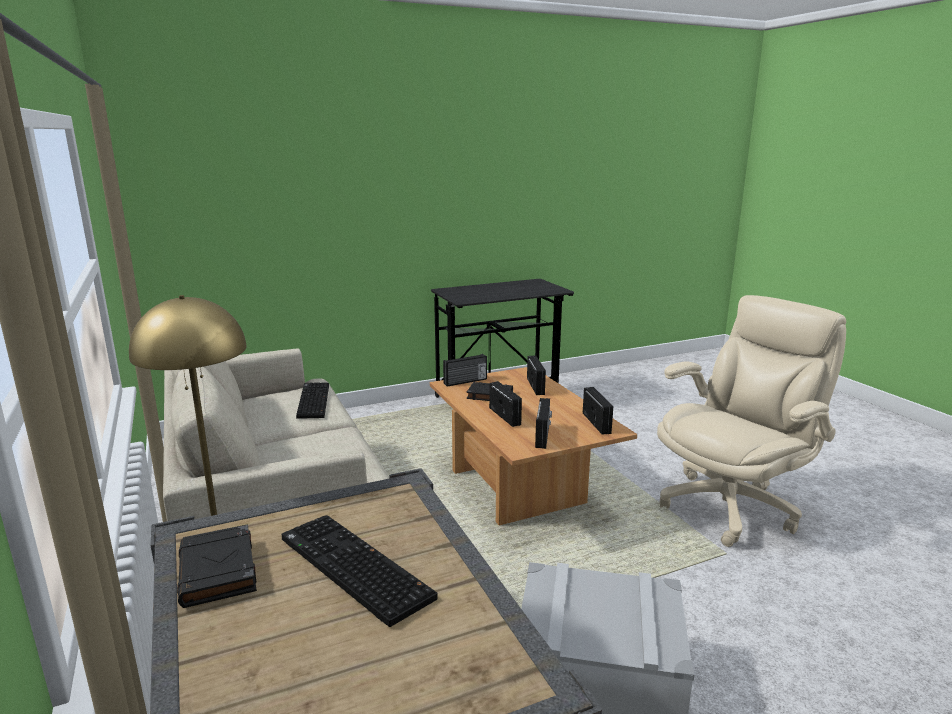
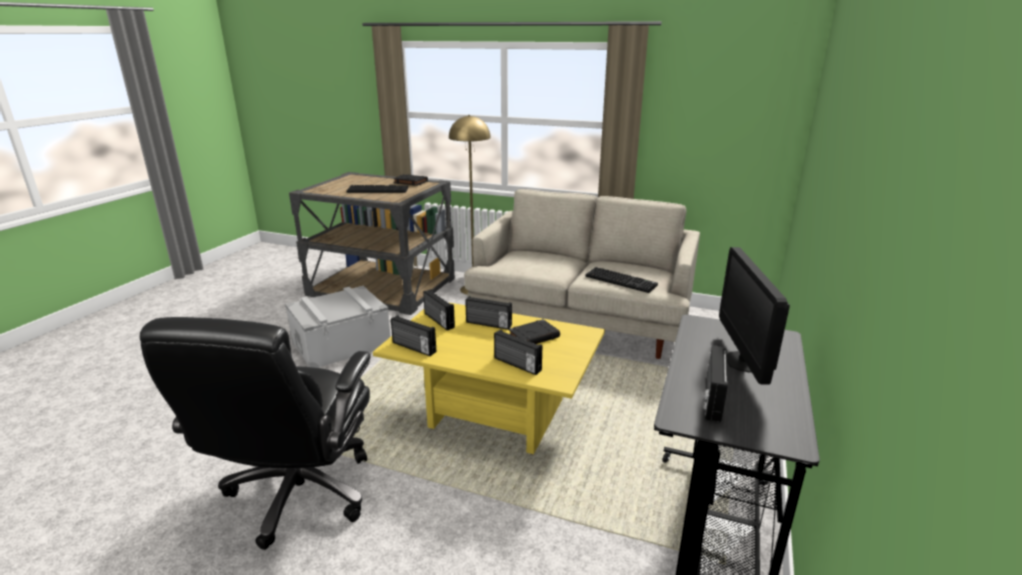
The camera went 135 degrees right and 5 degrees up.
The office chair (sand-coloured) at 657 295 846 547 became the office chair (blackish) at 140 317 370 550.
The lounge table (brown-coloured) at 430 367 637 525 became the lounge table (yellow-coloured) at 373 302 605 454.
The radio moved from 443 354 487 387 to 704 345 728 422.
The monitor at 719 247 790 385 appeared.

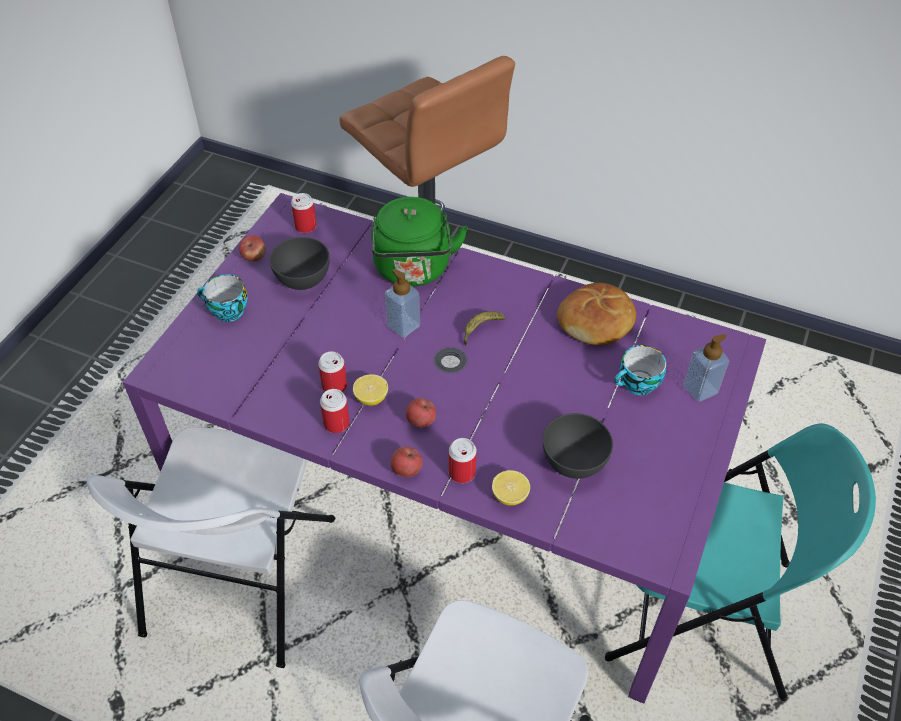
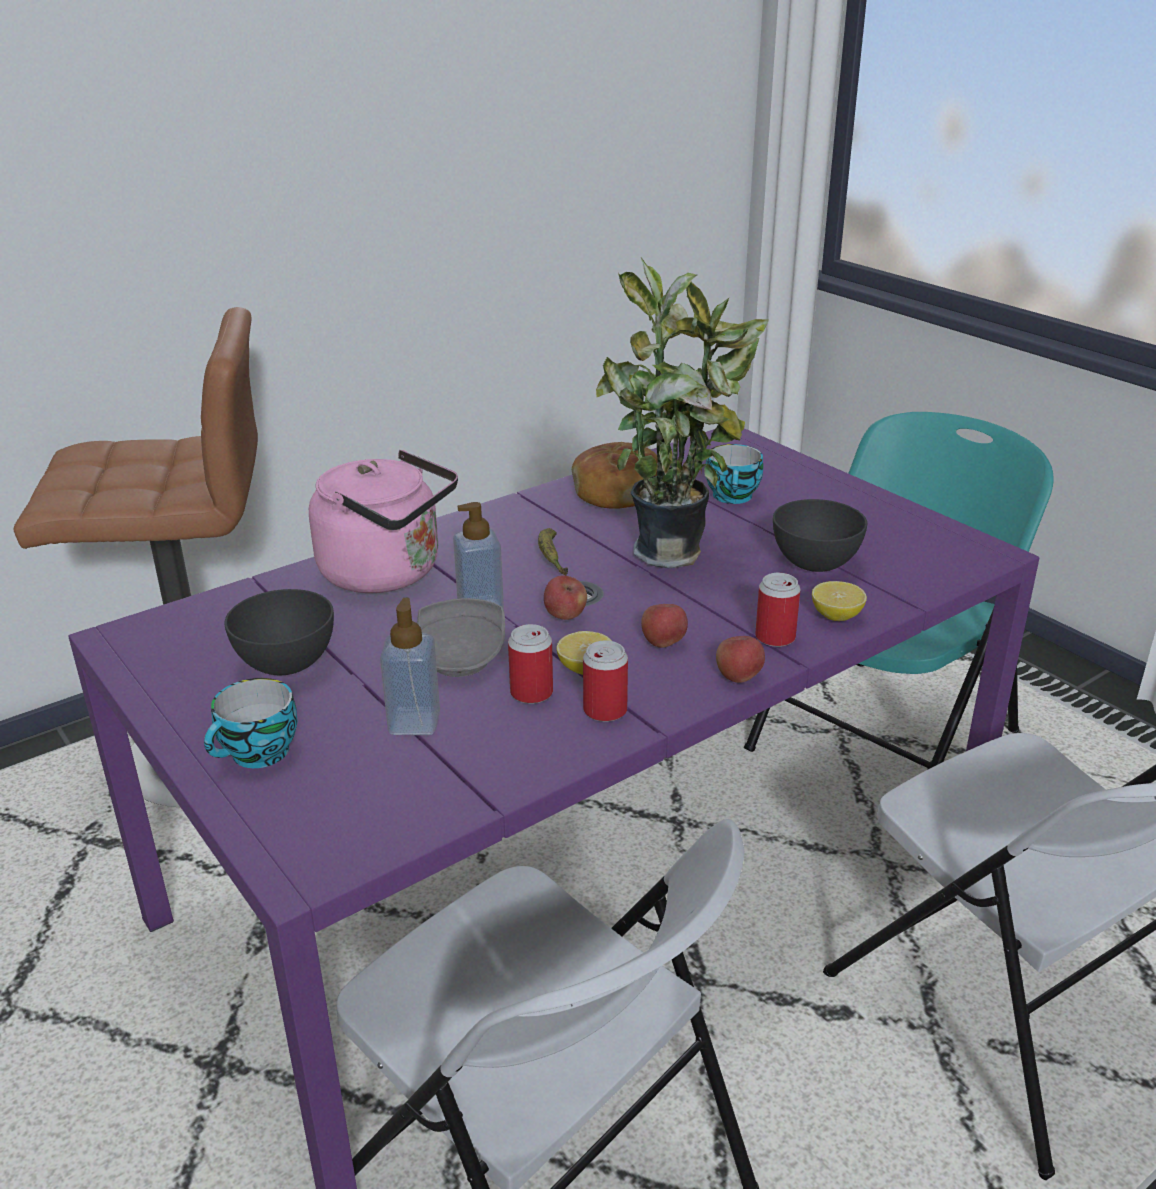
The camera went 60 degrees left and 20 degrees down.
The tea kettle (greenish) at 371 197 468 287 became the tea kettle (pink) at 309 450 458 593.
The soap dispenser moved from 683 334 729 402 to 380 598 440 735.
The plate (gray) at 417 598 505 677 appeared.
The whole apple moved from 239 235 266 262 to 544 575 587 620.
The houseplant at 596 257 769 568 appeared.
The sealed can at 291 193 317 233 disappeared.

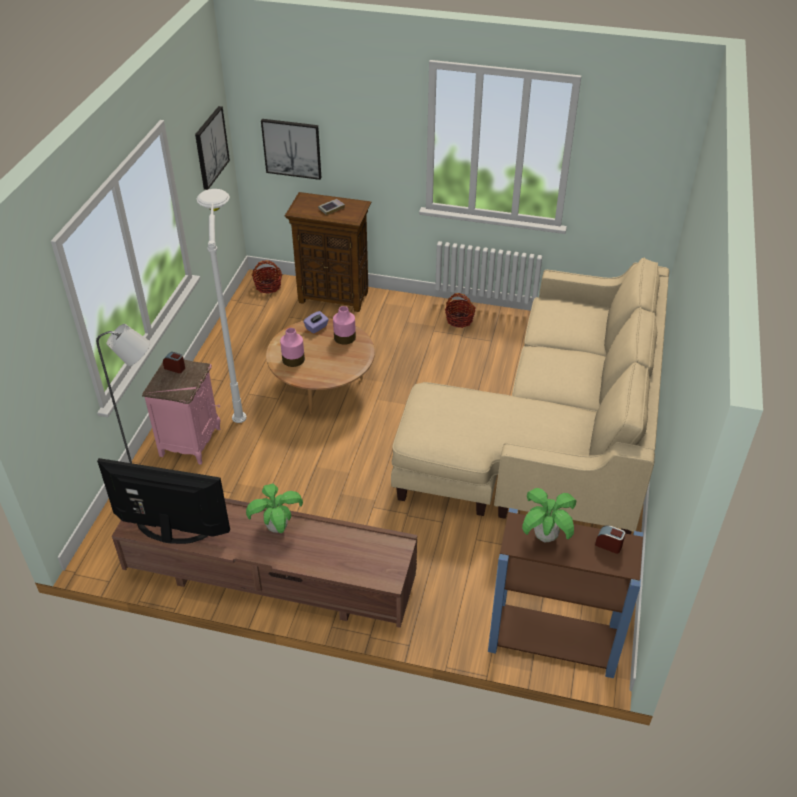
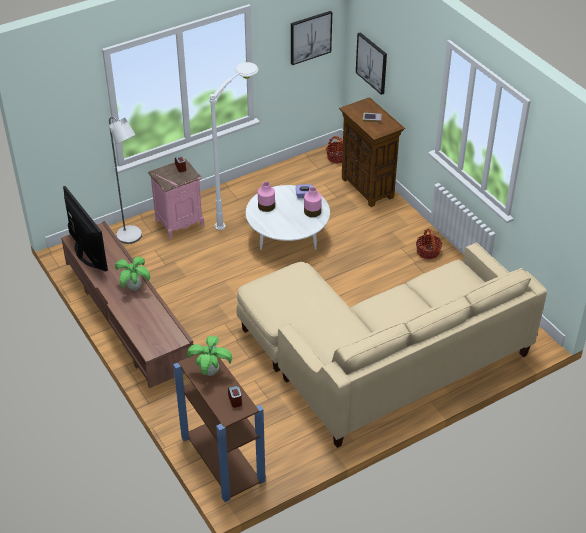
The camera went 45 degrees right and 0 degrees up.
The lounge table (brown-coloured) at 266 318 375 414 became the lounge table (whitish) at 246 185 330 250.

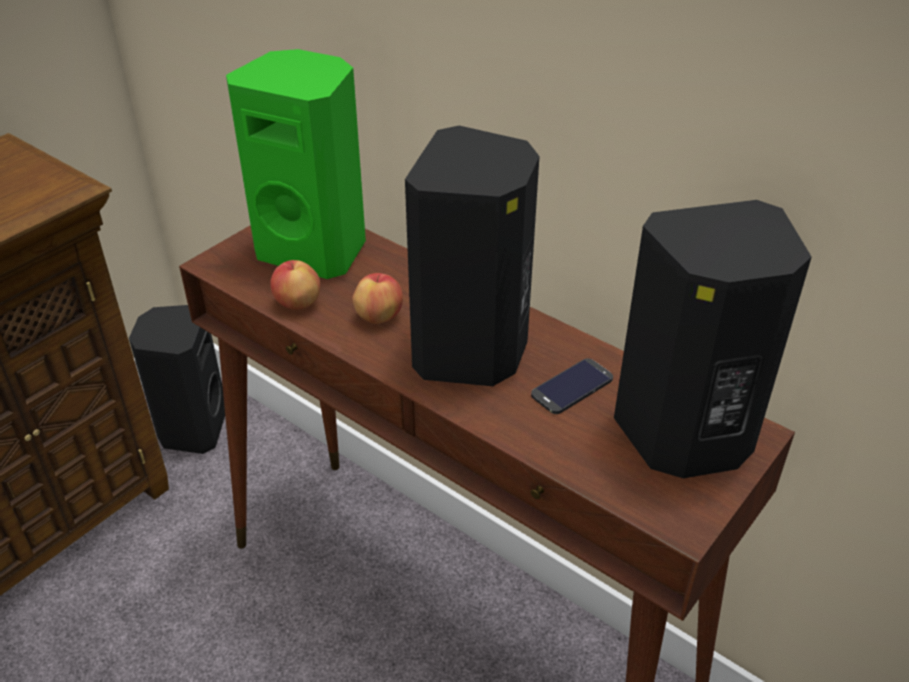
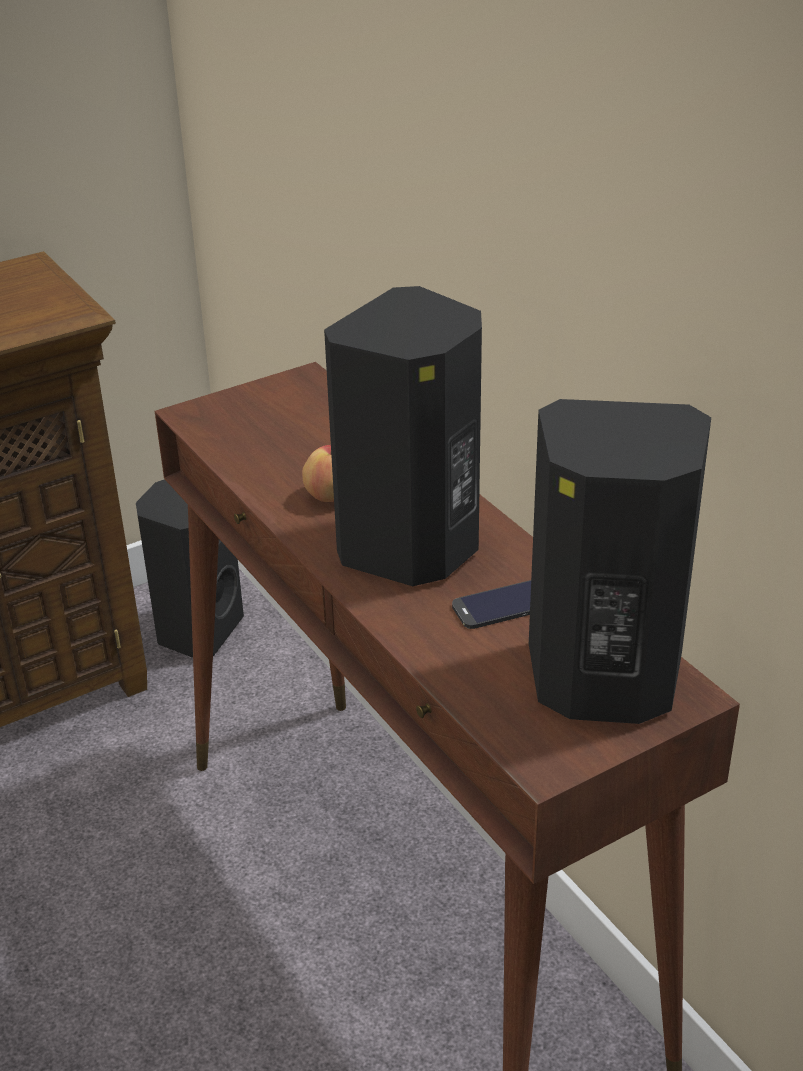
The camera went 20 degrees right and 5 degrees down.
The speaker (greenish) at 226 49 366 279 disappeared.
The whole apple at 270 260 321 310 disappeared.

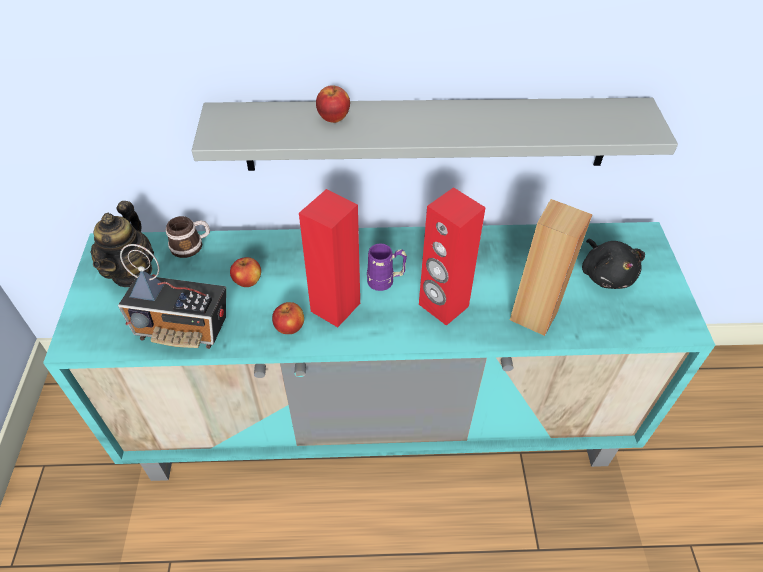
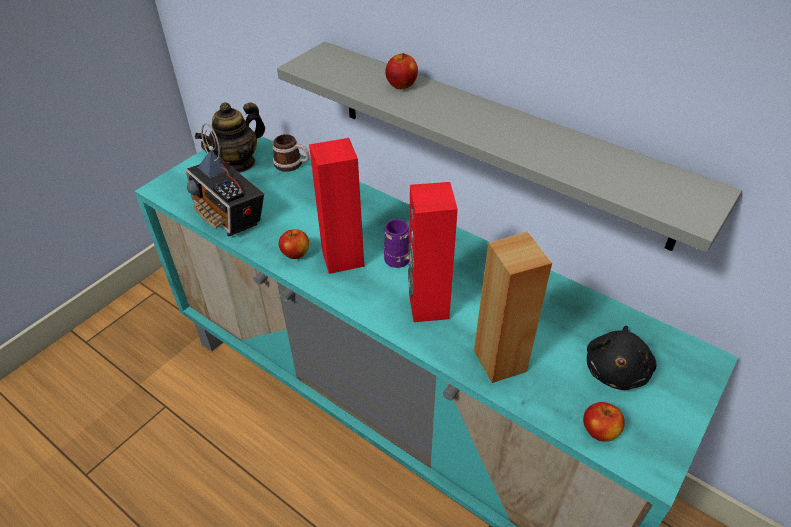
The camera went 40 degrees right and 5 degrees down.
The whole apple moved from 230 257 261 287 to 583 402 625 442.

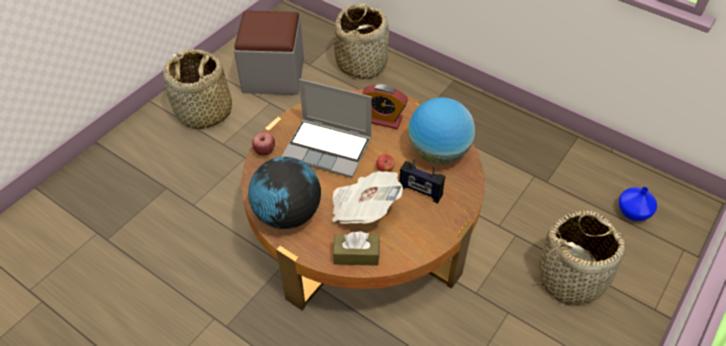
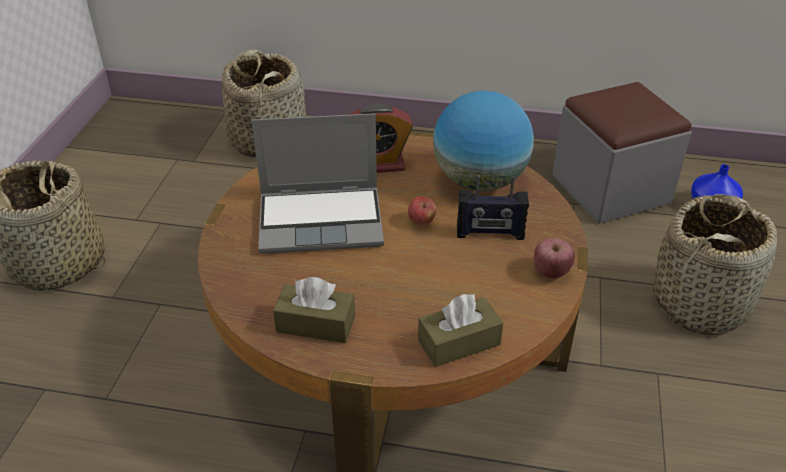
The camera went 25 degrees left and 10 degrees down.
The globe at 248 157 321 229 was replaced by the tissue box (brown-coloured) at 273 277 355 343.
The whole apple moved from 252 132 275 155 to 534 238 575 278.
The pouffe (gray) moved from 234 10 304 95 to 552 82 692 224.
The printed paper at 332 171 403 224 disappeared.

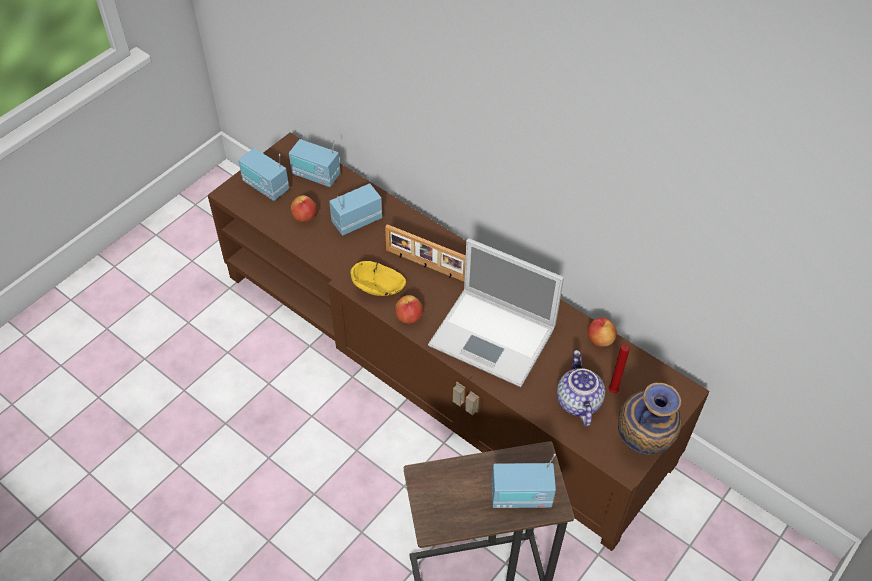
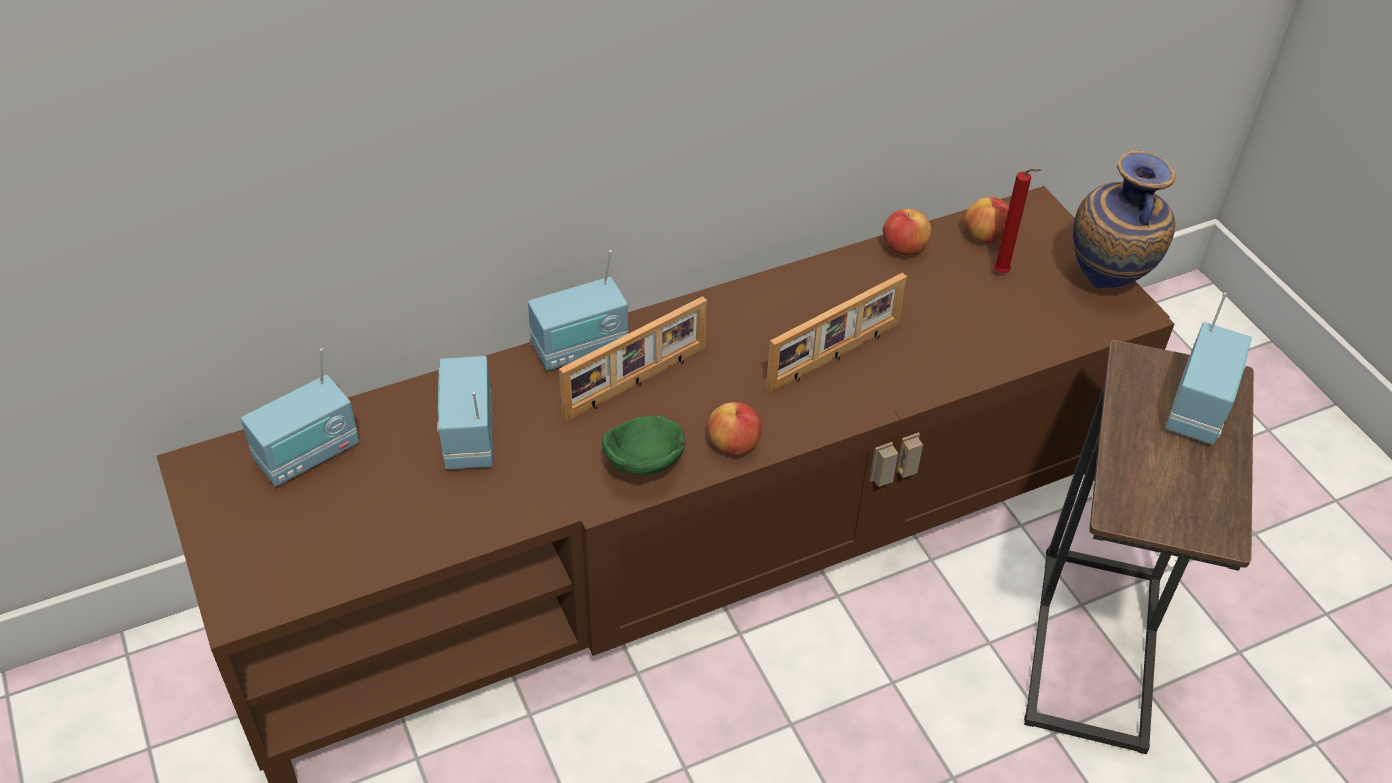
The camera went 65 degrees left and 5 degrees down.
The radio moved from 238 148 289 201 to 528 250 628 370.
The bowl (yellow-coloured) at 350 261 406 296 became the bowl (greenish) at 602 415 686 476.
The laptop at 428 238 564 387 was replaced by the picture frame at 766 273 907 393.
The whole apple moved from 291 195 317 222 to 965 197 1009 243.
The teapot at 557 350 605 426 disappeared.

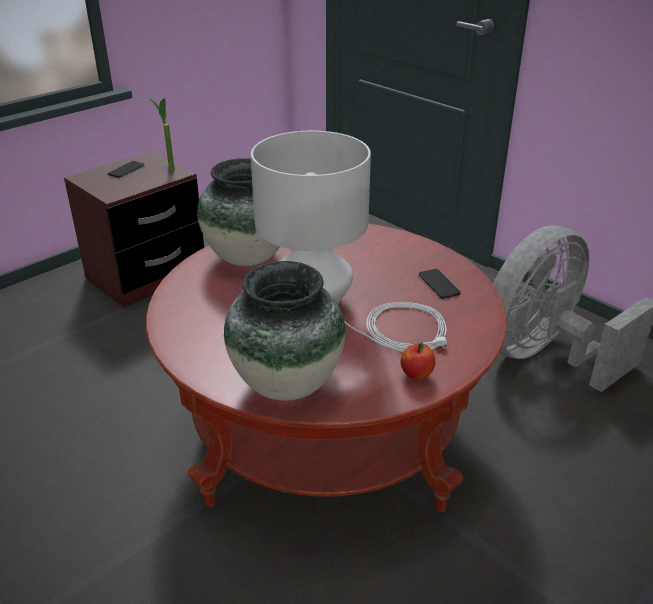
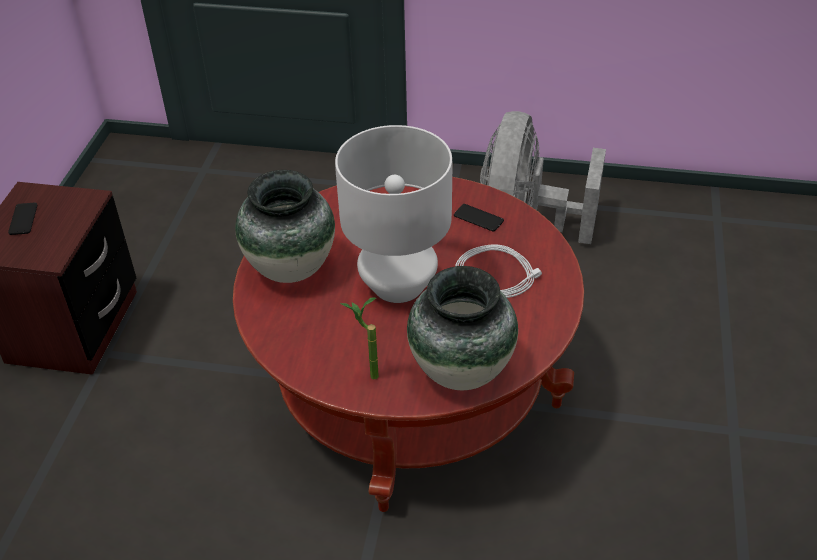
The camera went 35 degrees left and 10 degrees up.
The houseplant moved from 149 98 175 171 to 340 298 379 379.
The whole apple at 401 343 435 380 disappeared.

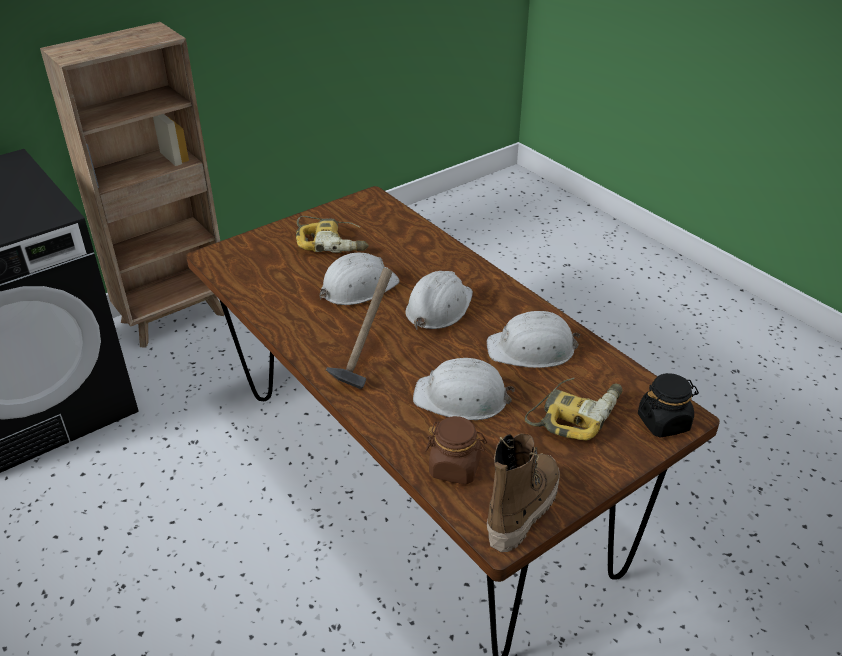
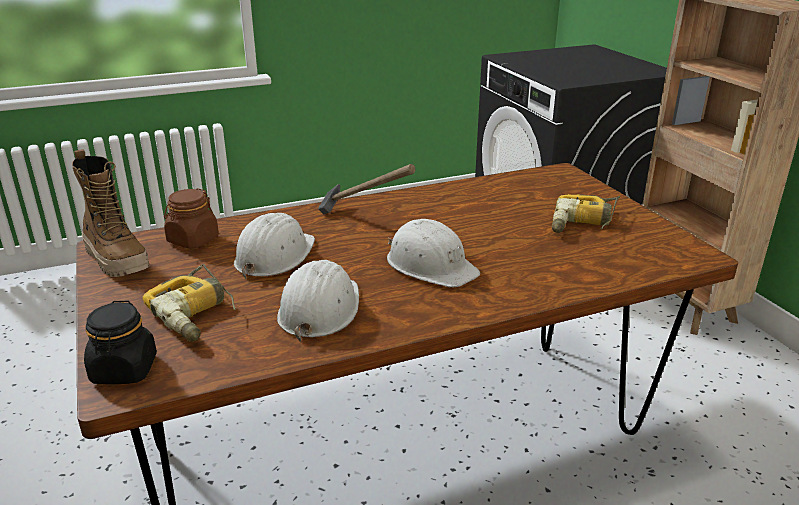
The camera went 105 degrees right and 10 degrees down.
The safety helmet (whitish) at 320 252 400 305 disappeared.

